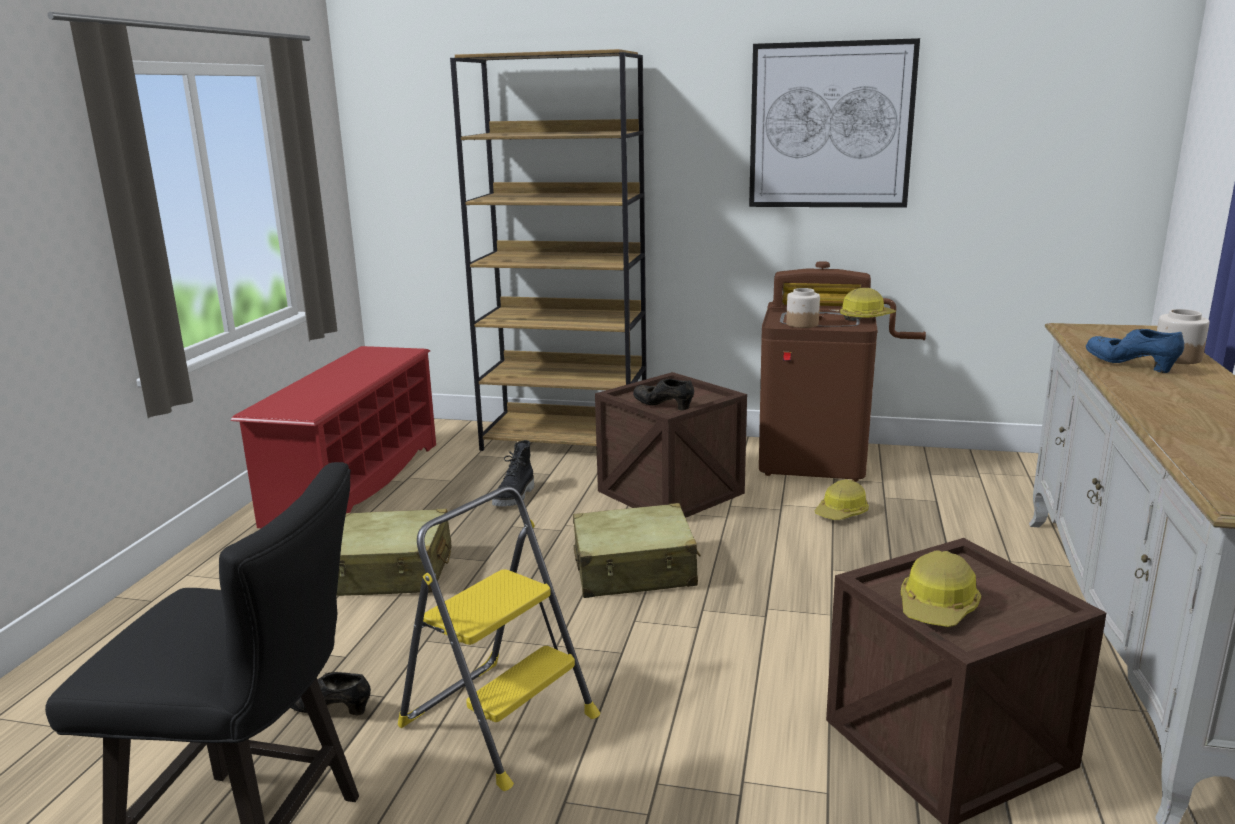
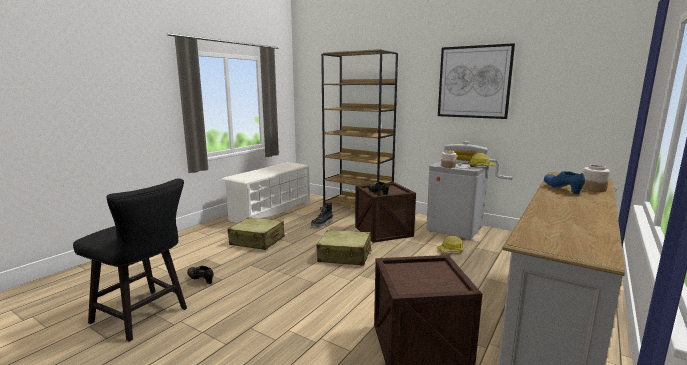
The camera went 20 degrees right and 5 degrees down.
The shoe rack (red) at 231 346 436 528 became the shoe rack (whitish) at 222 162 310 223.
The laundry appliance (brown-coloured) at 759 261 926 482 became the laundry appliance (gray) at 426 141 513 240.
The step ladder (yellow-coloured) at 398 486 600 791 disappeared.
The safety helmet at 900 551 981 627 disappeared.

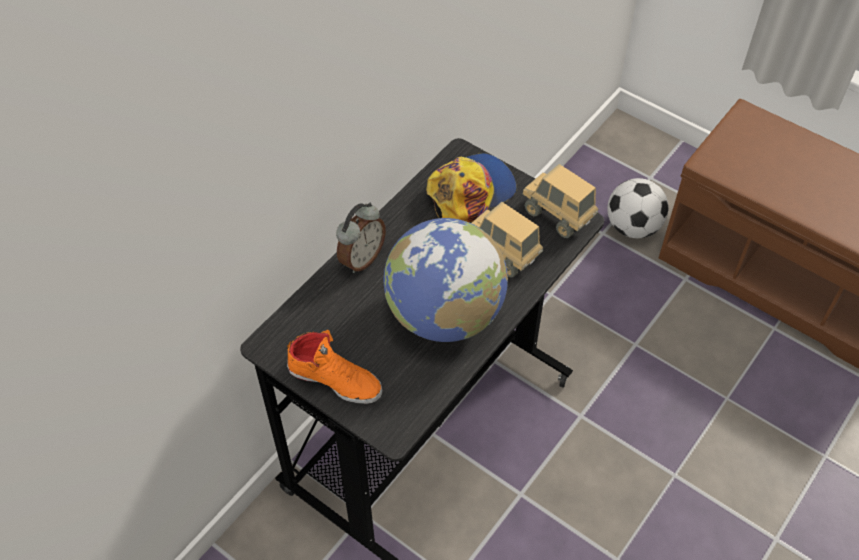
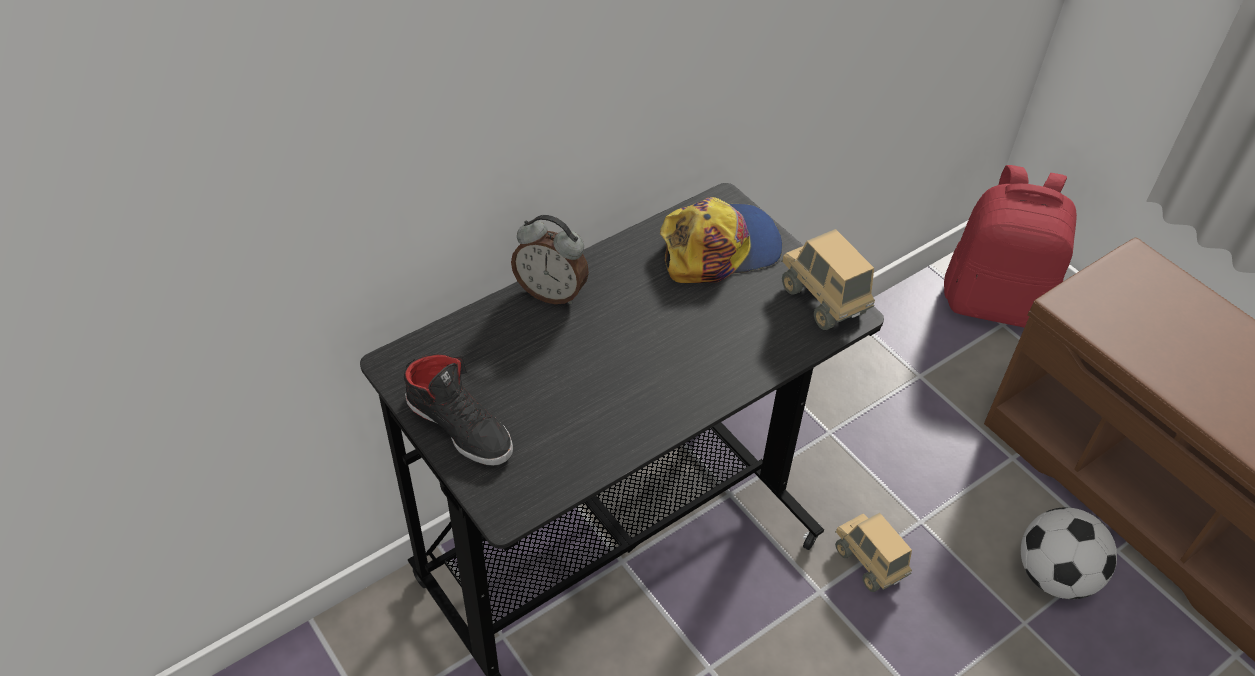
The camera went 15 degrees right and 5 degrees down.
The shoe (orange) at 287 330 383 404 became the shoe (blackish) at 404 354 513 465.
The bedside clock at 336 202 386 273 turned 60 degrees clockwise.
The toy lorry moved from 471 202 543 277 to 835 513 912 592.
The knapsack (red) at 944 165 1077 328 appeared.
The ball for football moved from 607 178 669 238 to 1021 507 1117 599.
The globe at 384 218 508 342 disappeared.

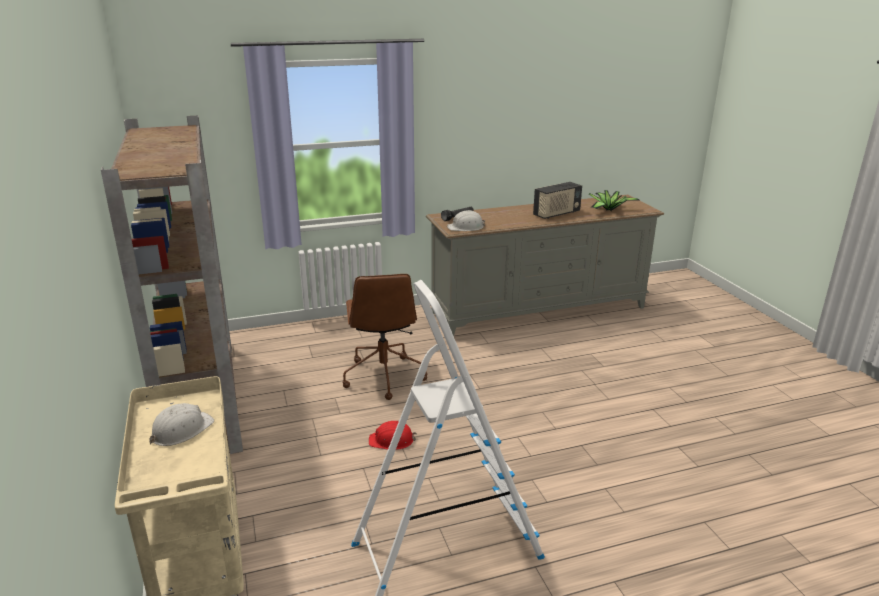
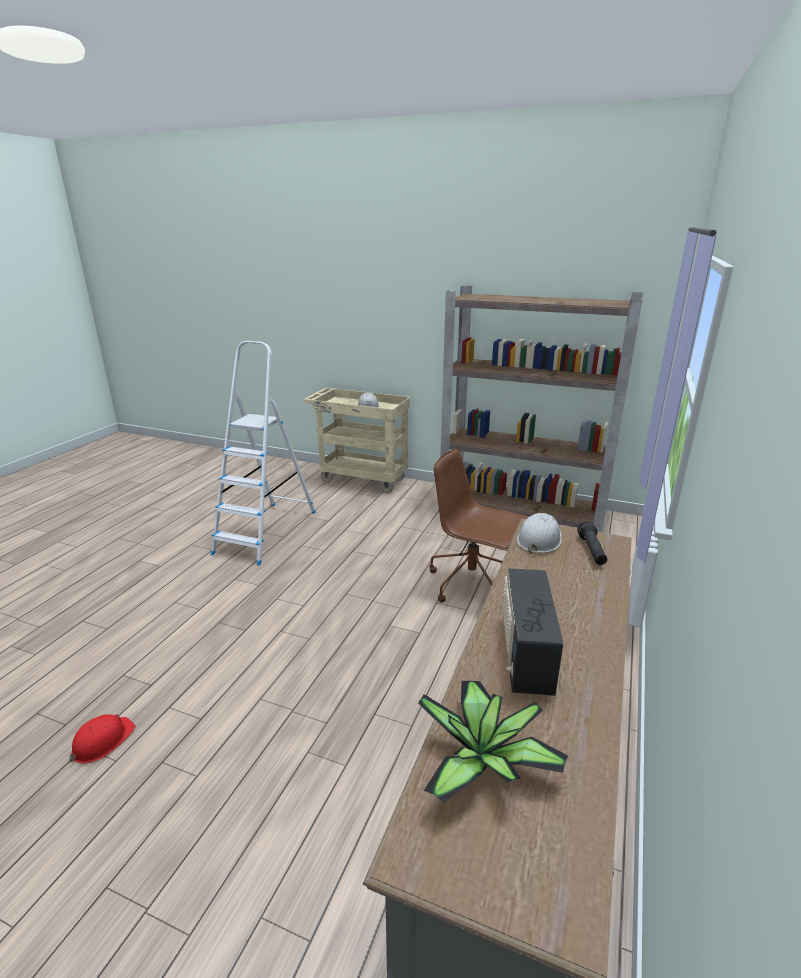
The camera went 130 degrees right and 0 degrees up.
The safety helmet (red) moved from 369 421 417 450 to 70 714 135 764.

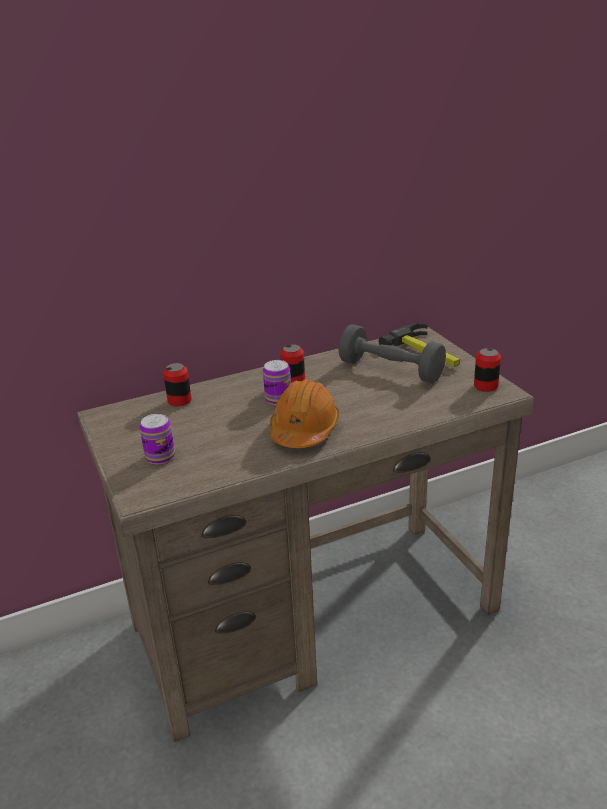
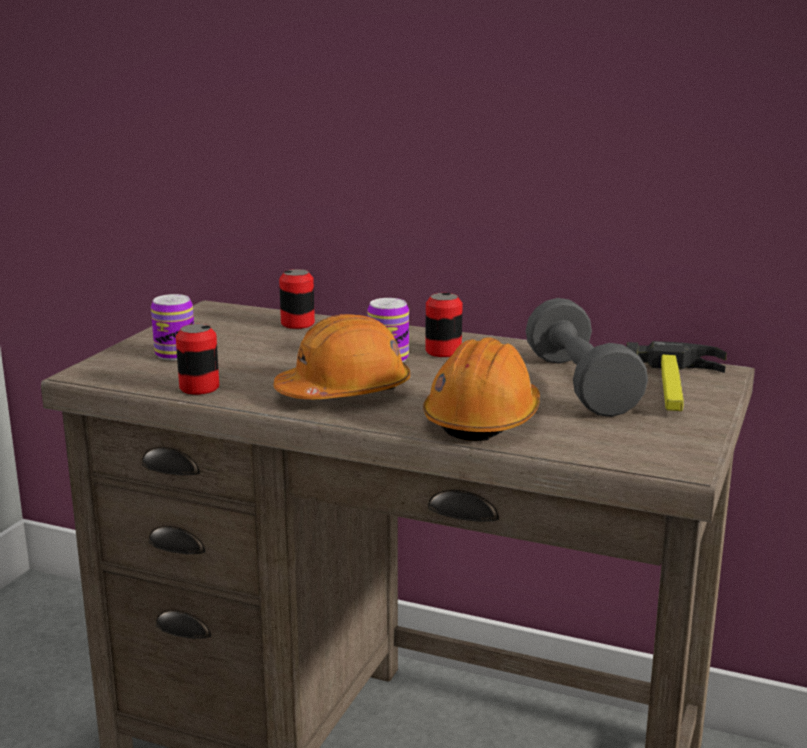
The camera went 45 degrees right and 10 degrees down.
The sealed can moved from 474 348 501 392 to 176 324 219 395.
The safety helmet (orange) at 423 337 540 441 appeared.

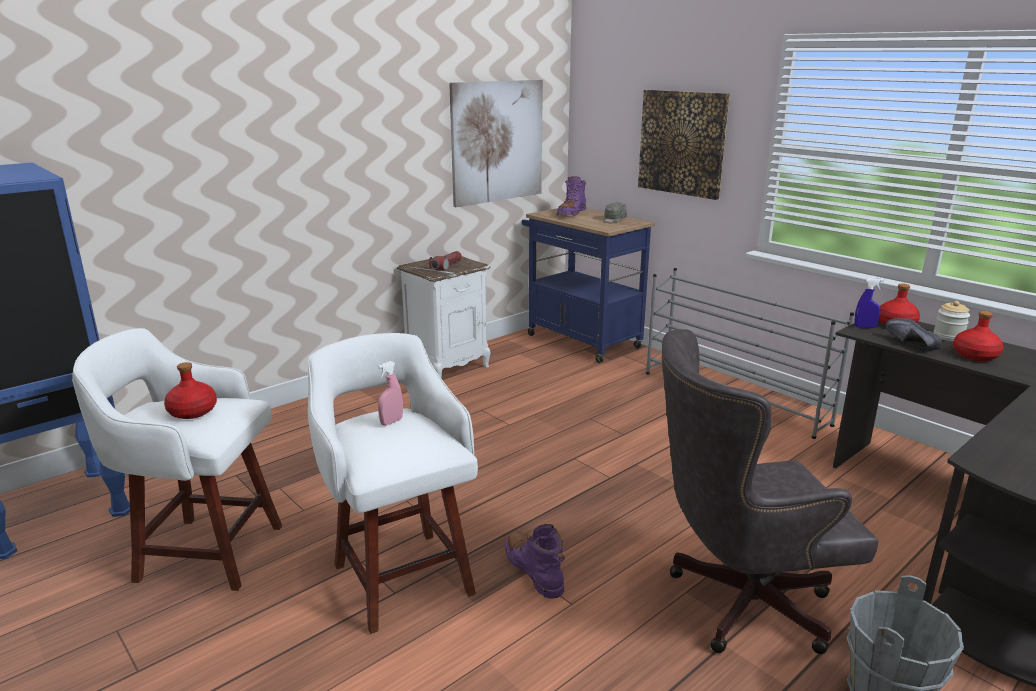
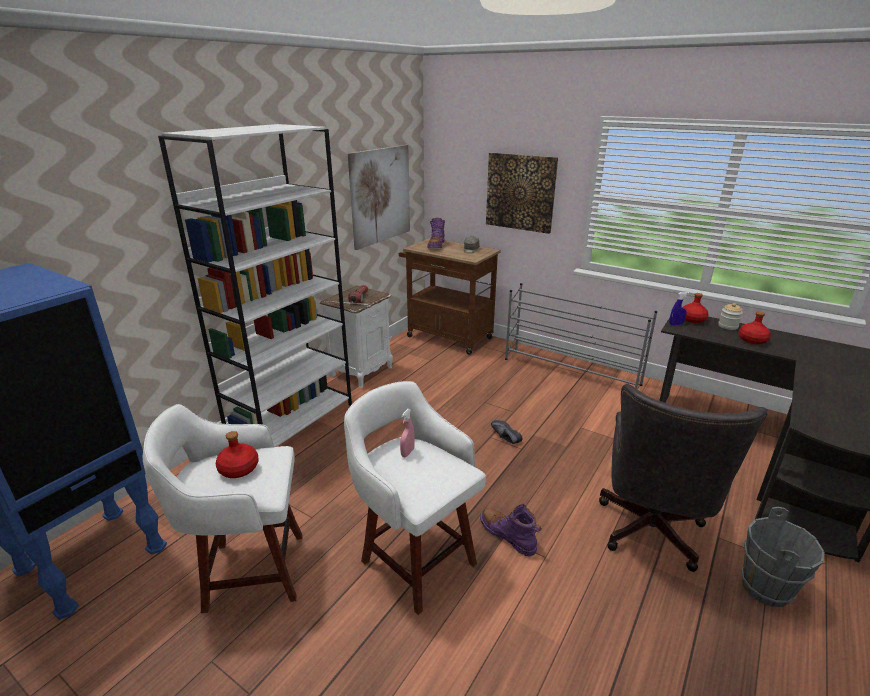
The camera went 15 degrees left and 5 degrees up.
The bookcase (whitish) at 158 124 352 447 appeared.
The cart (blue) at 522 208 655 363 became the cart (brown-coloured) at 399 238 501 355.
The shoe (blackish) moved from 885 318 942 350 to 491 420 522 444.
The office chair (gray) at 662 329 878 654 turned 45 degrees counterclockwise.

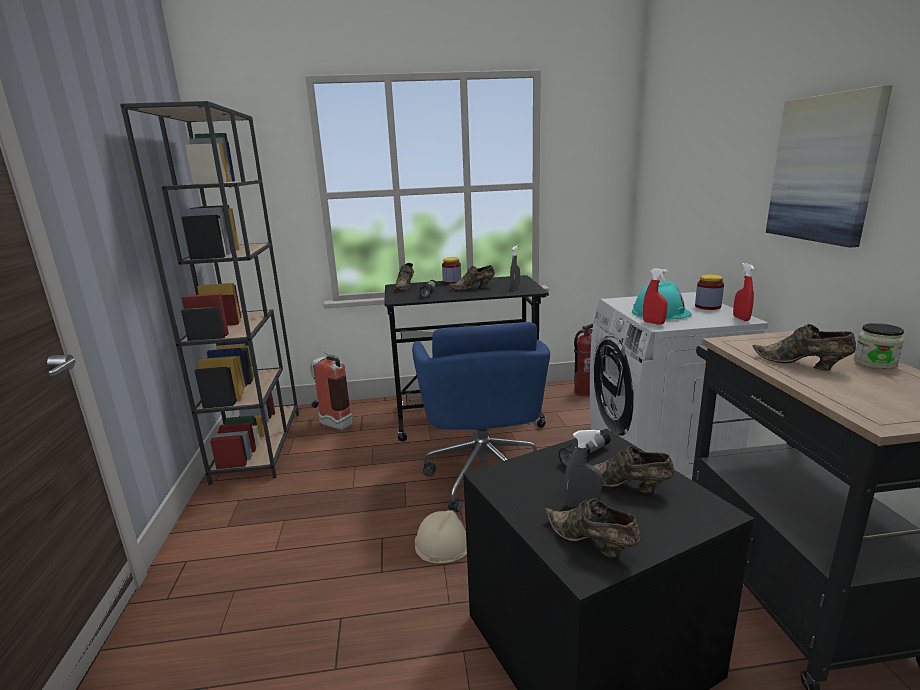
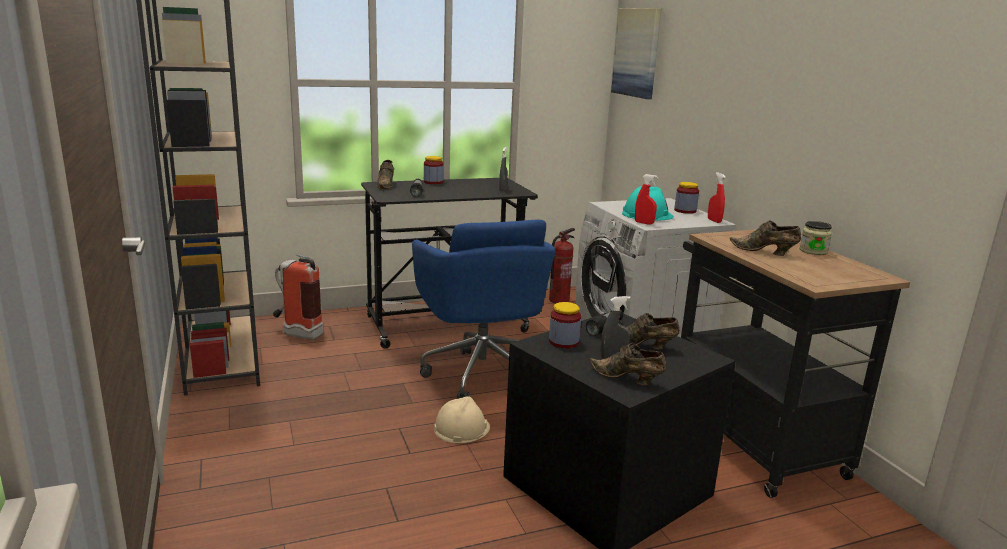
The camera went 15 degrees left and 0 degrees up.
The preserve jar at 549 302 581 348 appeared.
The picture moved from 766 85 892 248 to 611 8 661 99.
The shoe (brown-coloured) at 449 265 495 290 disappeared.

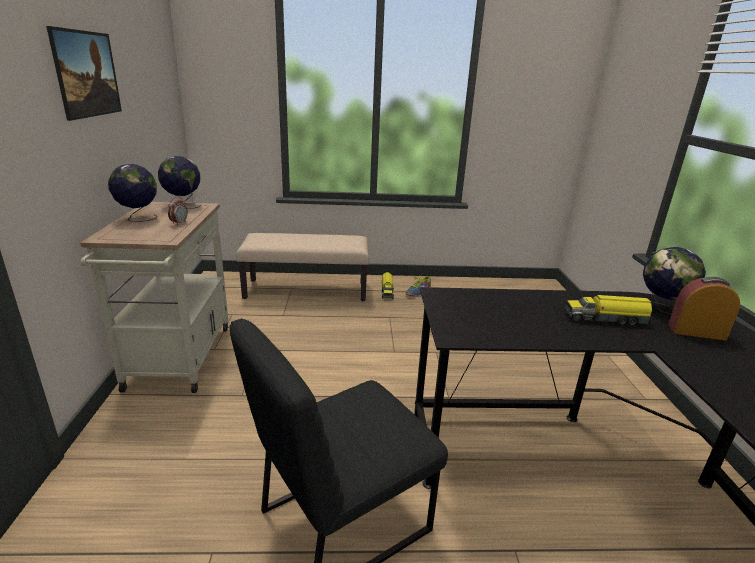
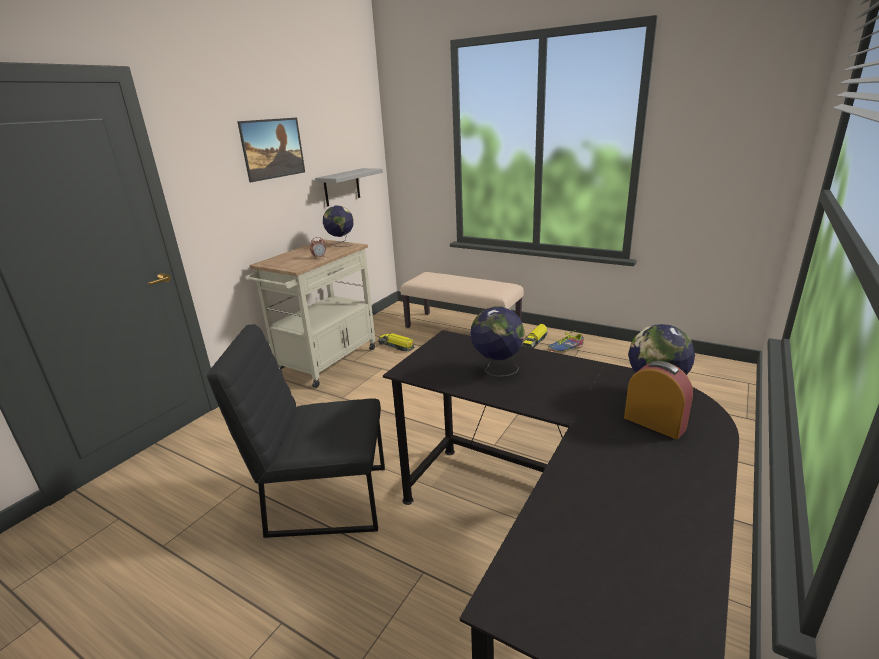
The camera went 35 degrees right and 0 degrees up.
The bracket shelf (gray) at 315 168 383 207 appeared.
The toy lorry moved from 565 295 652 326 to 378 333 415 352.
The globe moved from 108 164 158 222 to 470 306 525 377.

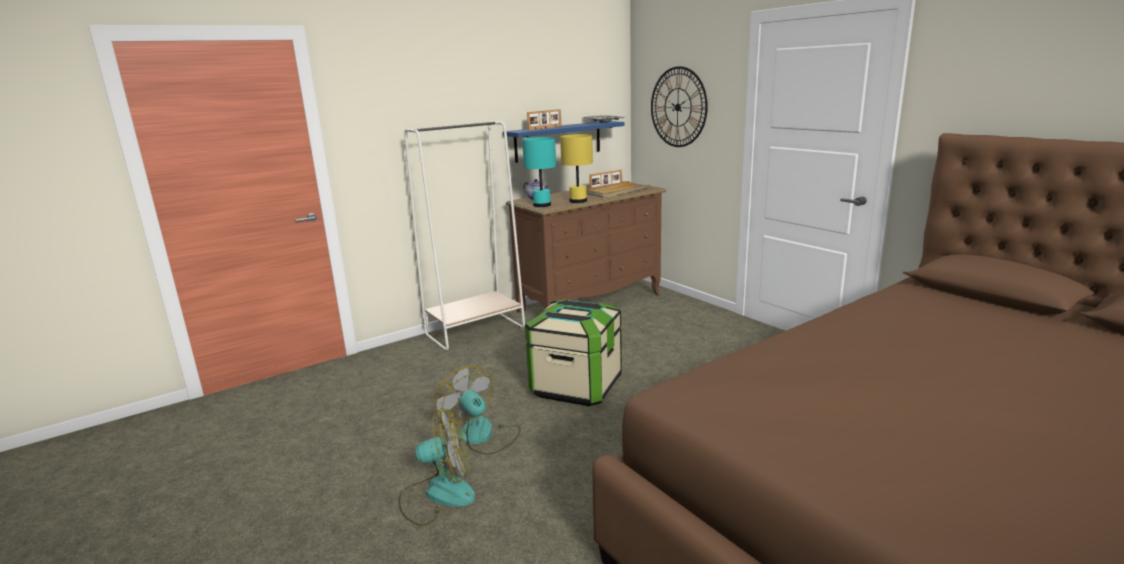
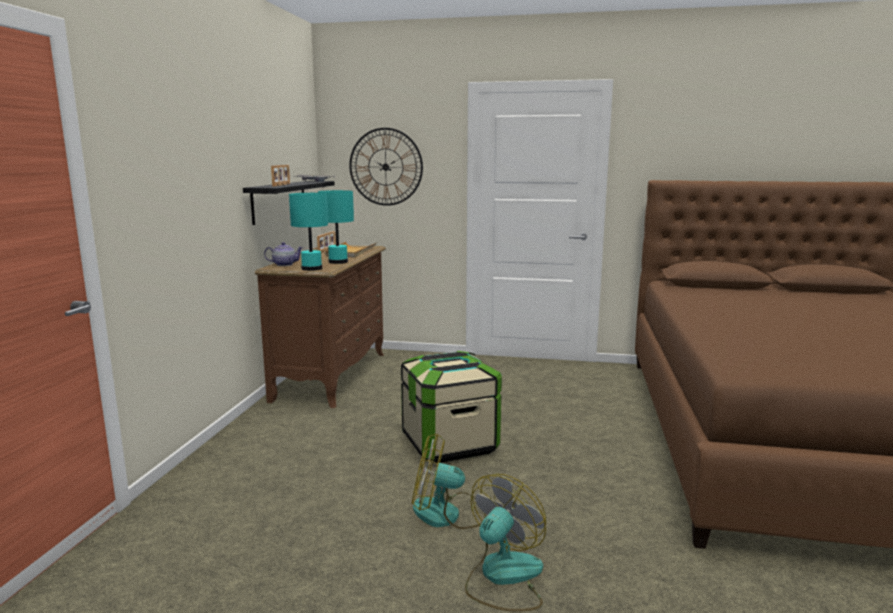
The camera went 45 degrees left and 5 degrees down.
The bracket shelf (blue) at 503 121 625 163 became the bracket shelf (blackish) at 243 181 334 225.
The tabletop lamp (yellow-coloured) at 560 134 593 203 became the tabletop lamp (turquoise-coloured) at 318 190 354 264.
The garment stand at 404 121 525 351 disappeared.

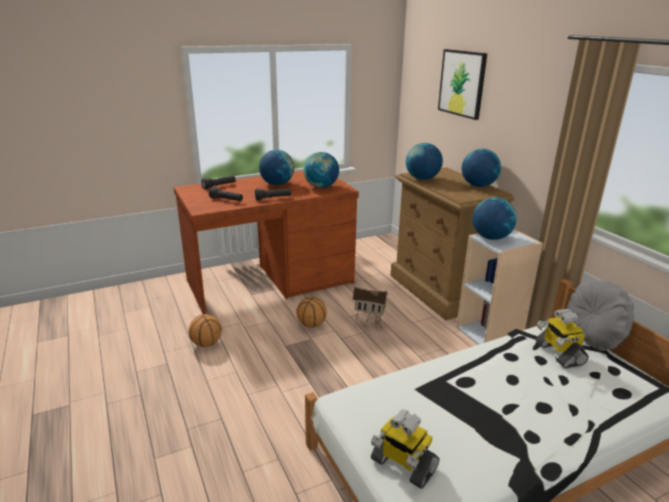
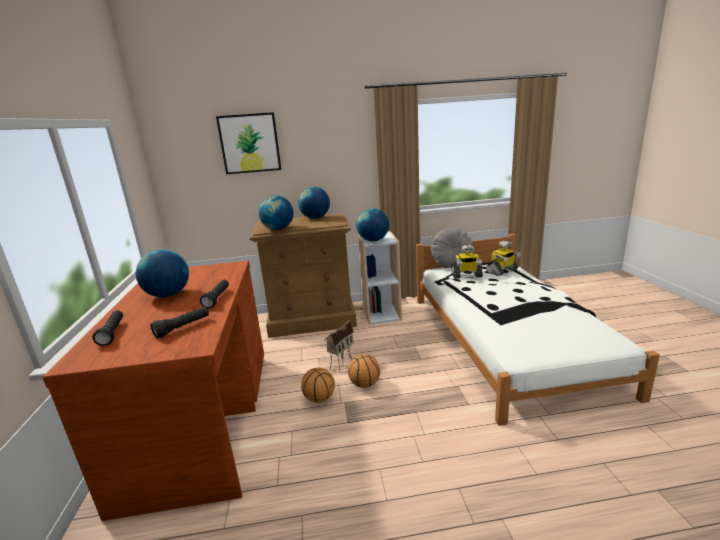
The camera went 70 degrees left and 5 degrees down.
The basketball ball moved from 188 314 222 347 to 348 355 380 388.
The toy robot moved from 371 409 440 489 to 486 241 521 276.
The globe at 304 152 339 188 disappeared.

